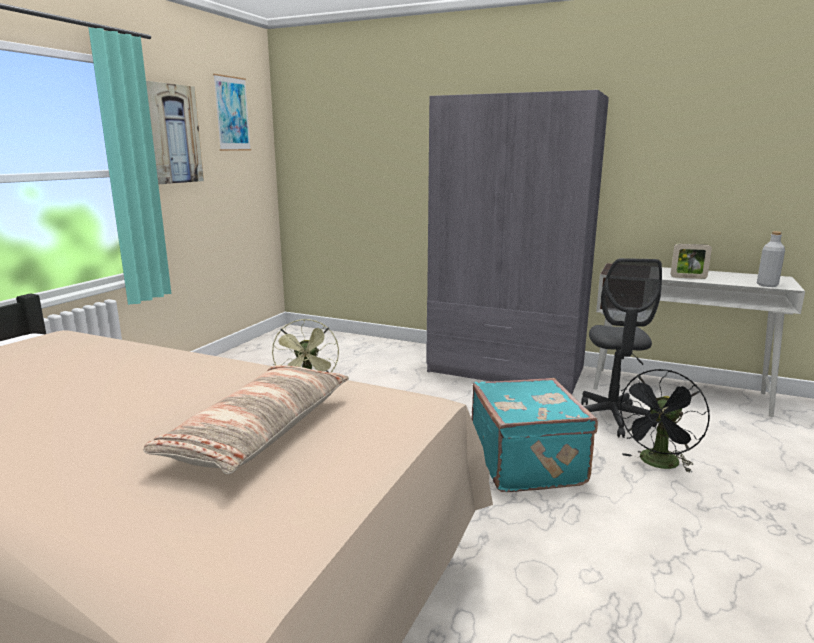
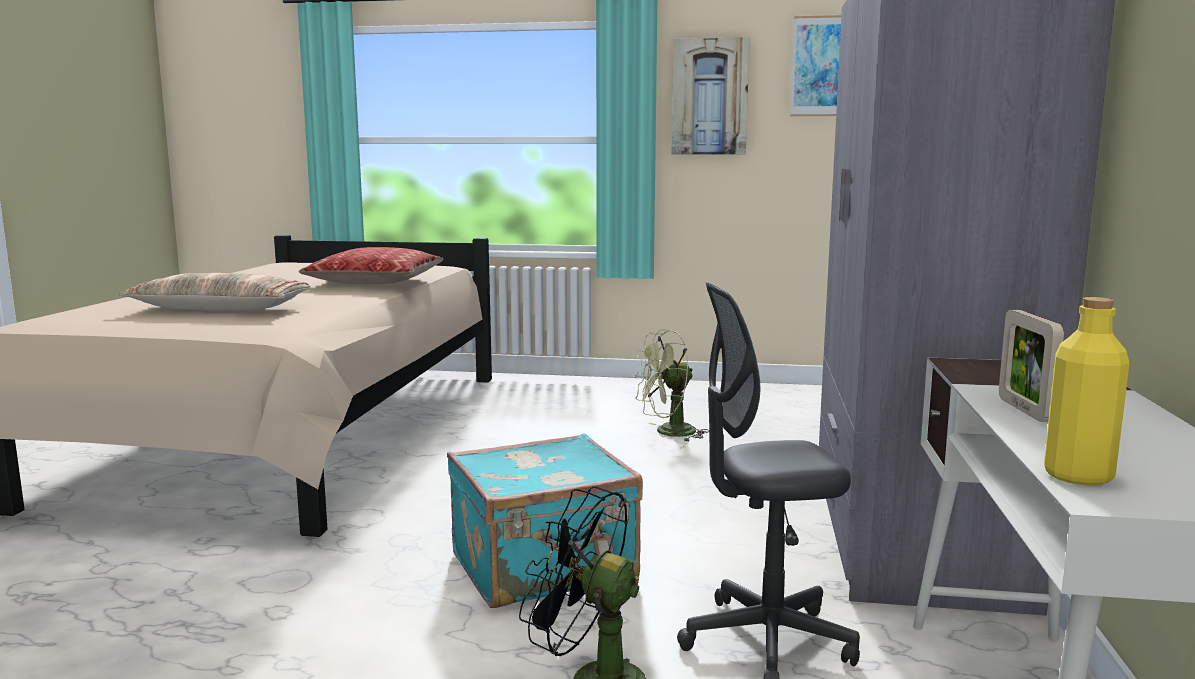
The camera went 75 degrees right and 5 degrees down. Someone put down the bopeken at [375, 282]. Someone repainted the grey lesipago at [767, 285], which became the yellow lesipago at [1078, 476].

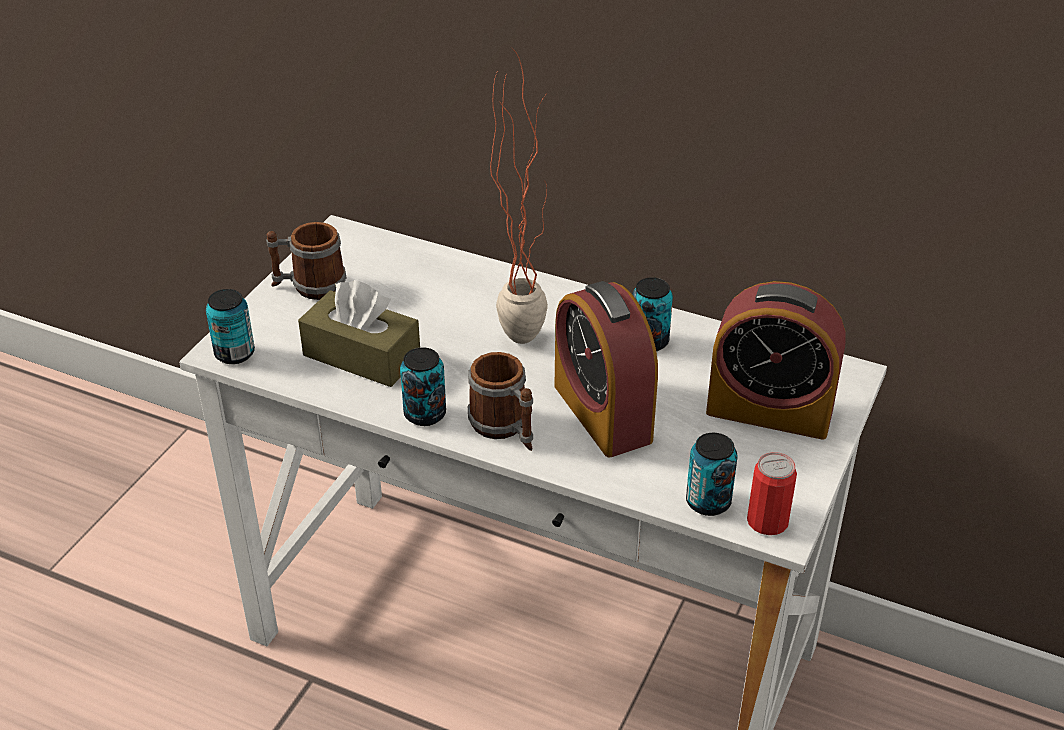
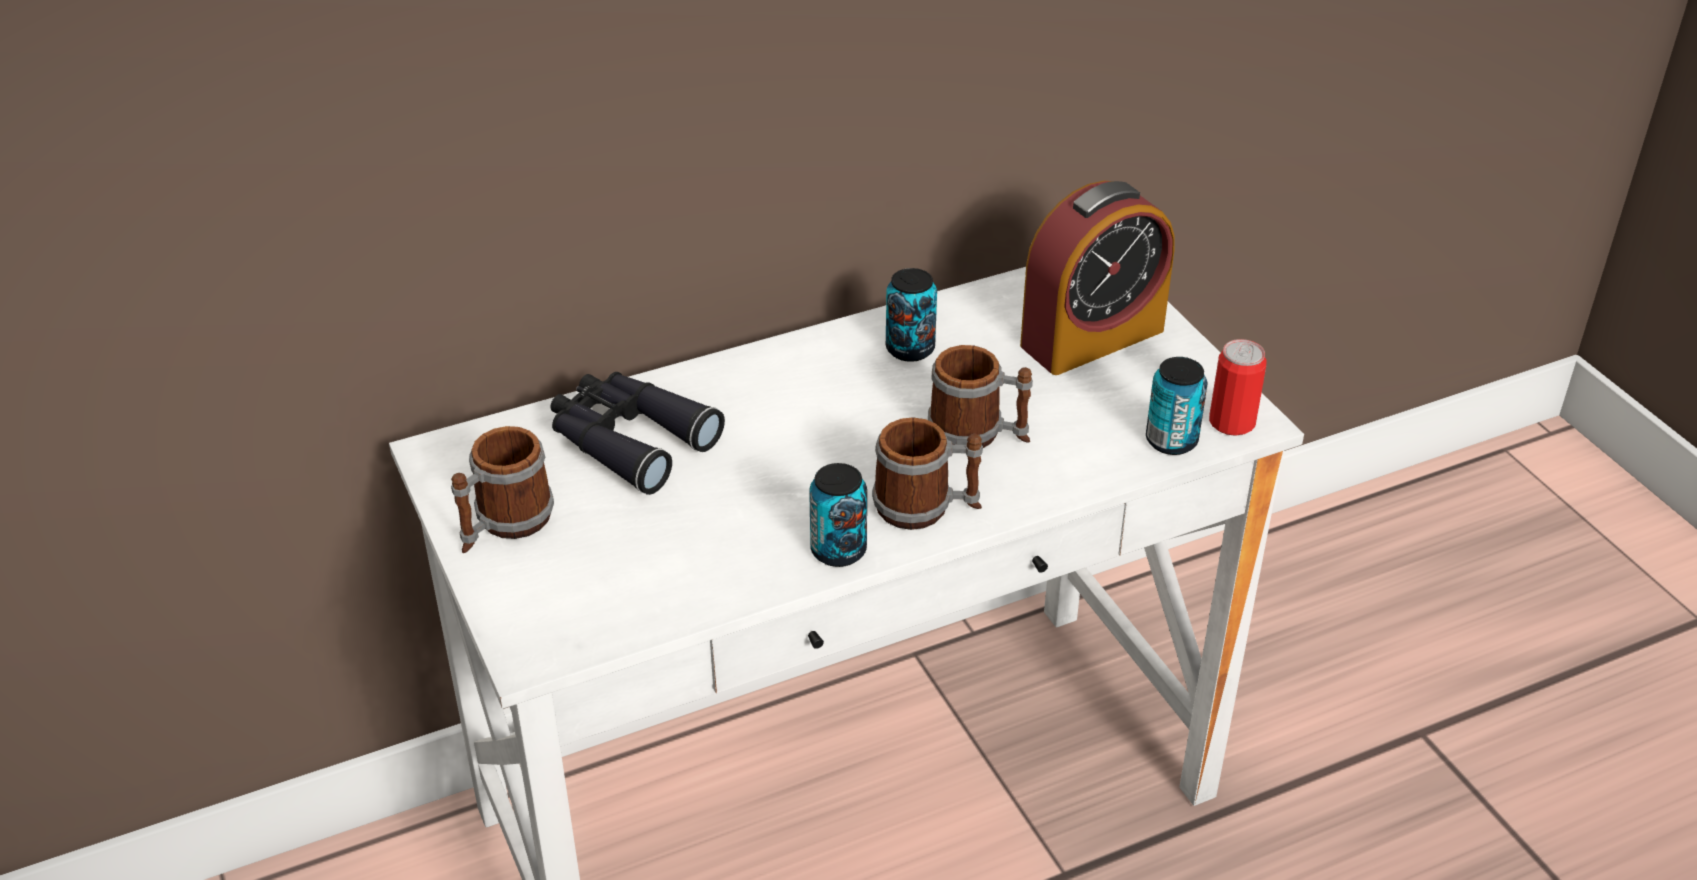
The camera went 50 degrees left and 0 degrees up. Someone took away the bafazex at [234, 353]. Someone took away the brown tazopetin at [361, 356]. Someone took away the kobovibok at [522, 327]. Someone put down the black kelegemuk at [628, 441]. Someone swapped the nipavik at [602, 413] for the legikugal at [978, 434].

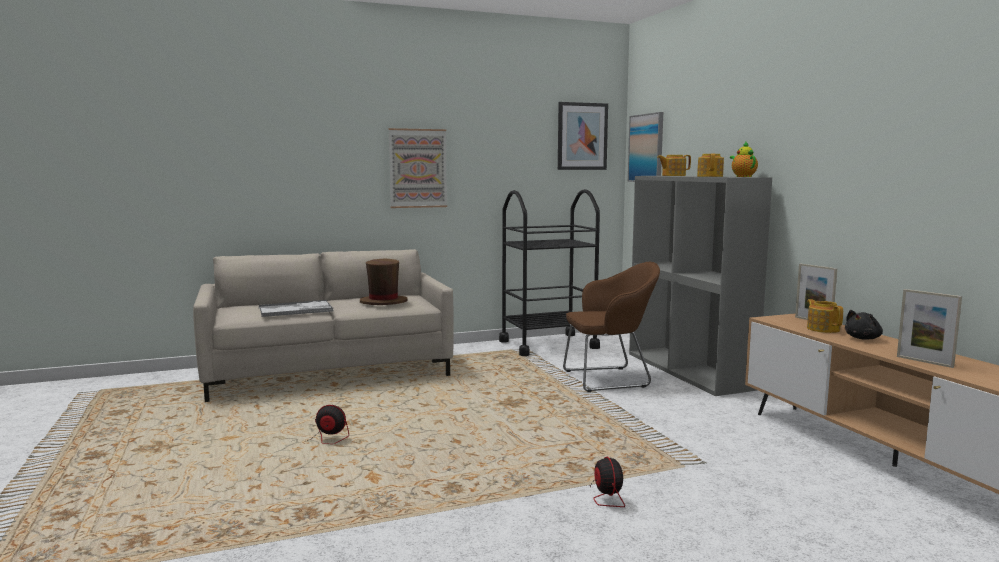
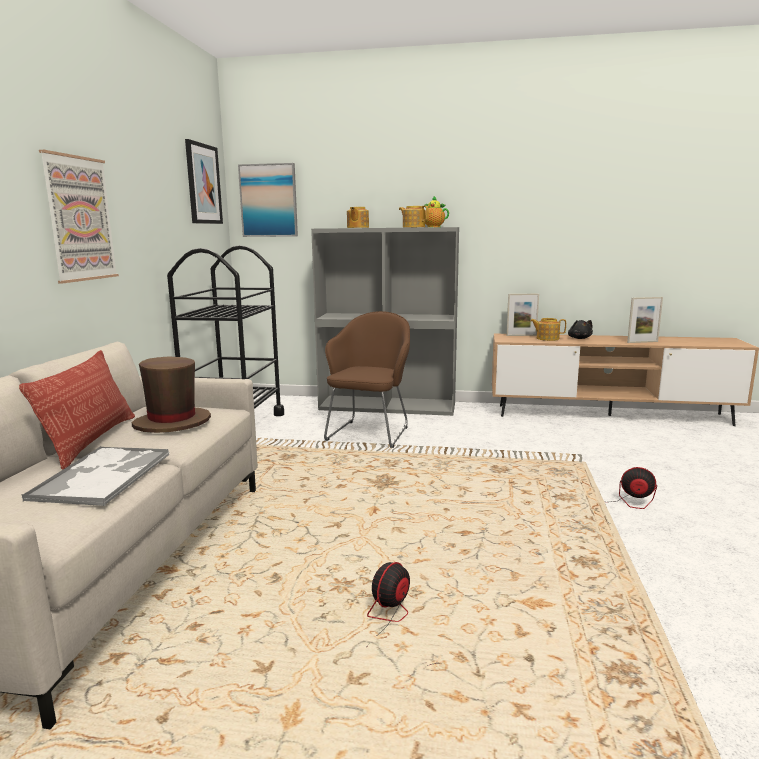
The camera went 60 degrees left and 5 degrees up. Someone put down the bopeken at [91, 440].

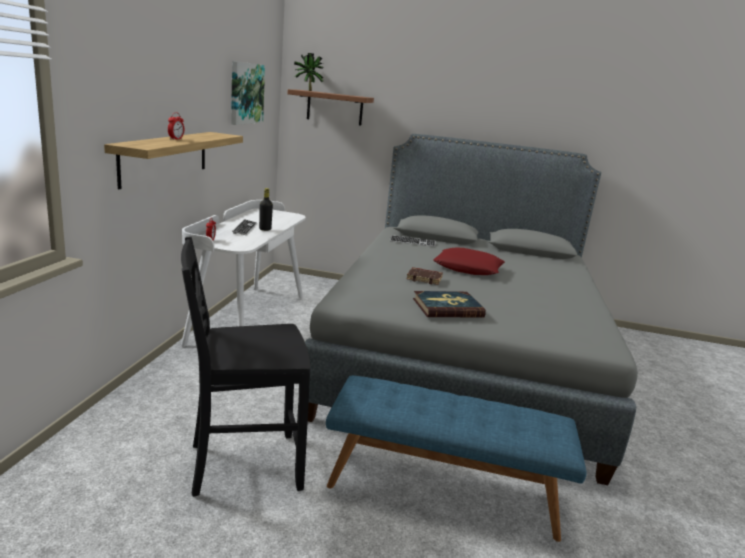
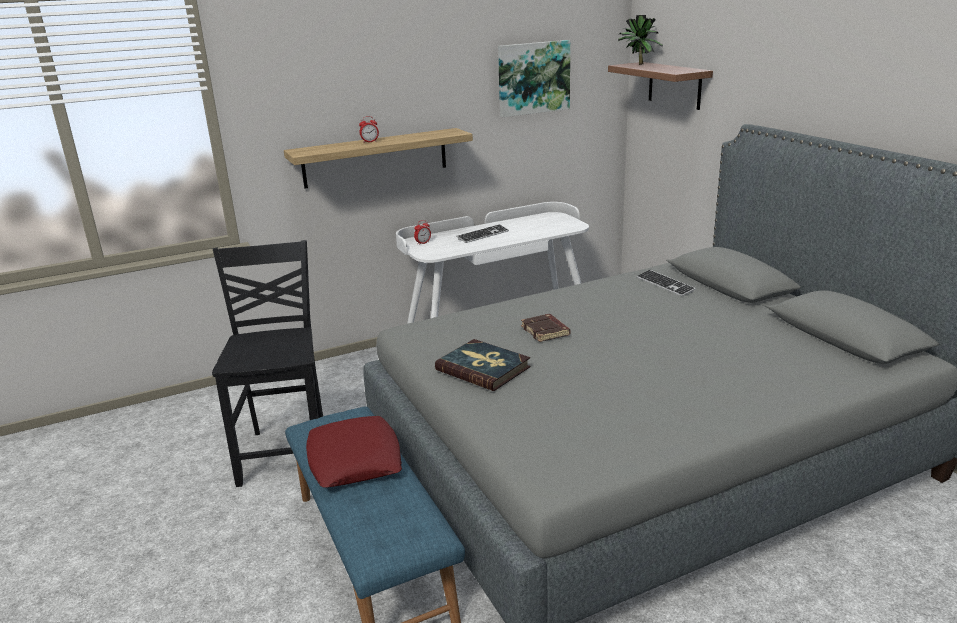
The camera went 55 degrees right and 5 degrees up. Someone took away the black lesipago at [265, 229]. Someone carried the red bopeken from [468, 268] to [355, 460]. Someone rotated the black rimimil at [243, 464] by 45 degrees clockwise.

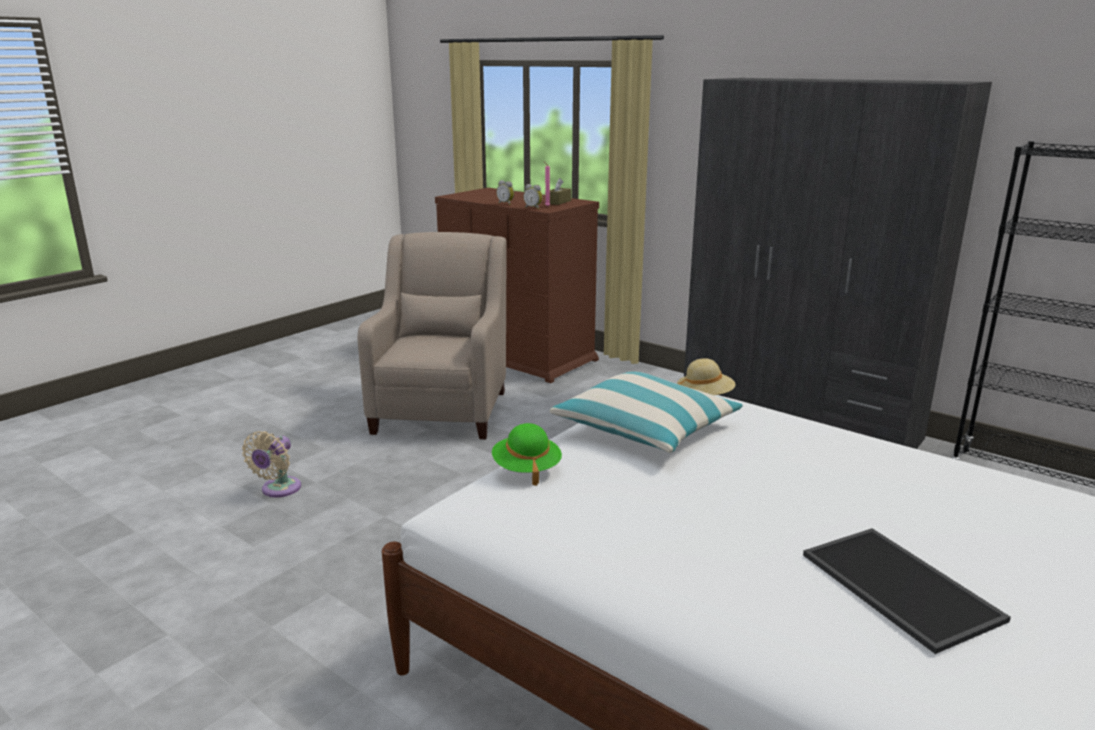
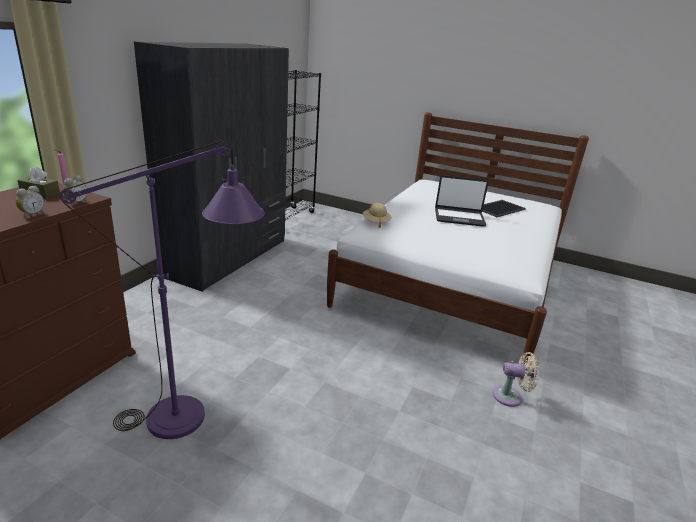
The camera went 105 degrees left and 5 degrees up. Someone took away the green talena at [526, 469]. Someone took away the bopeken at [646, 429]. Someone put down the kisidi at [459, 218]. Someone carried the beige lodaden from [278, 490] to [510, 397]. Someone swapped the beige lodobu at [442, 409] for the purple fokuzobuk at [193, 417].

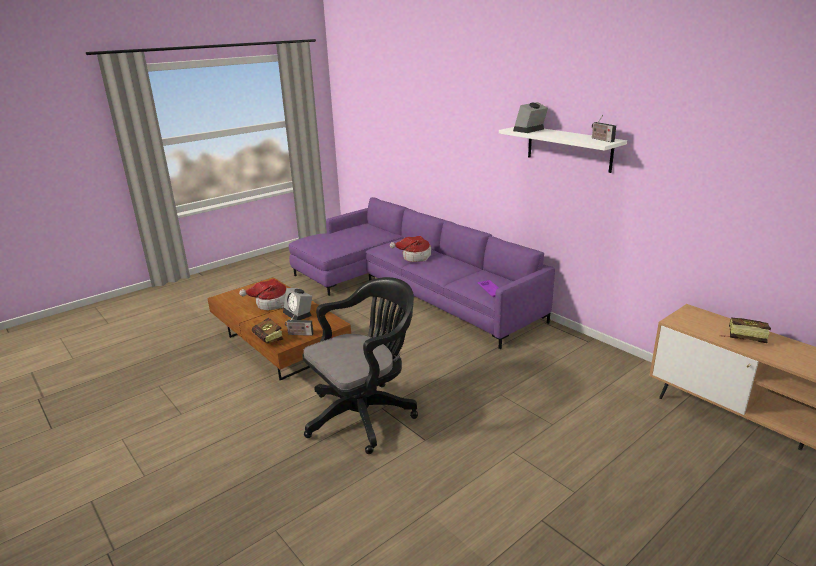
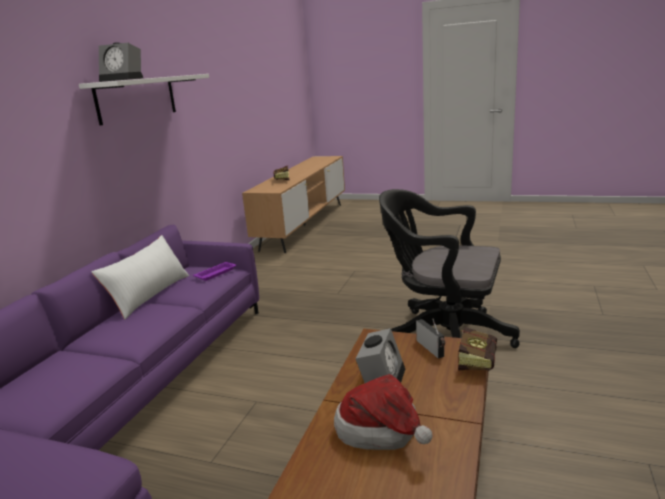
The camera went 120 degrees left and 5 degrees down. Someone took away the talena at [414, 257]. Someone took away the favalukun at [601, 139]. Someone put down the white bopeken at [149, 295].

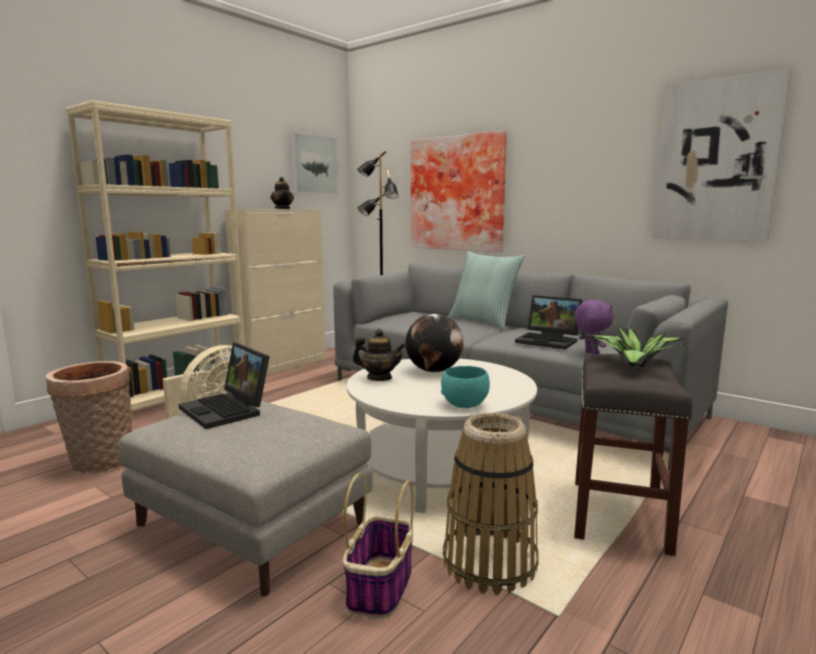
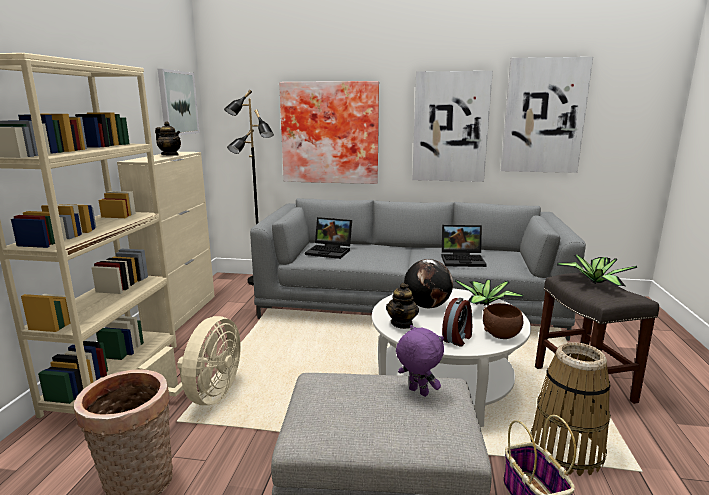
The camera went 30 degrees left and 5 degrees up. Someone took away the bopeken at [483, 321]. Someone put up the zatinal at [450, 127]. Someone put down the nipavik at [458, 338]. Someone put down the kobovibok at [486, 304]. Someone carried the kisidi from [228, 410] to [330, 251]. Someone carried the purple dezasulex from [590, 354] to [417, 392]. Someone repainted the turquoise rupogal at [465, 405], which became the brown rupogal at [501, 335]. Someone rotated the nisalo at [379, 378] by 120 degrees clockwise.

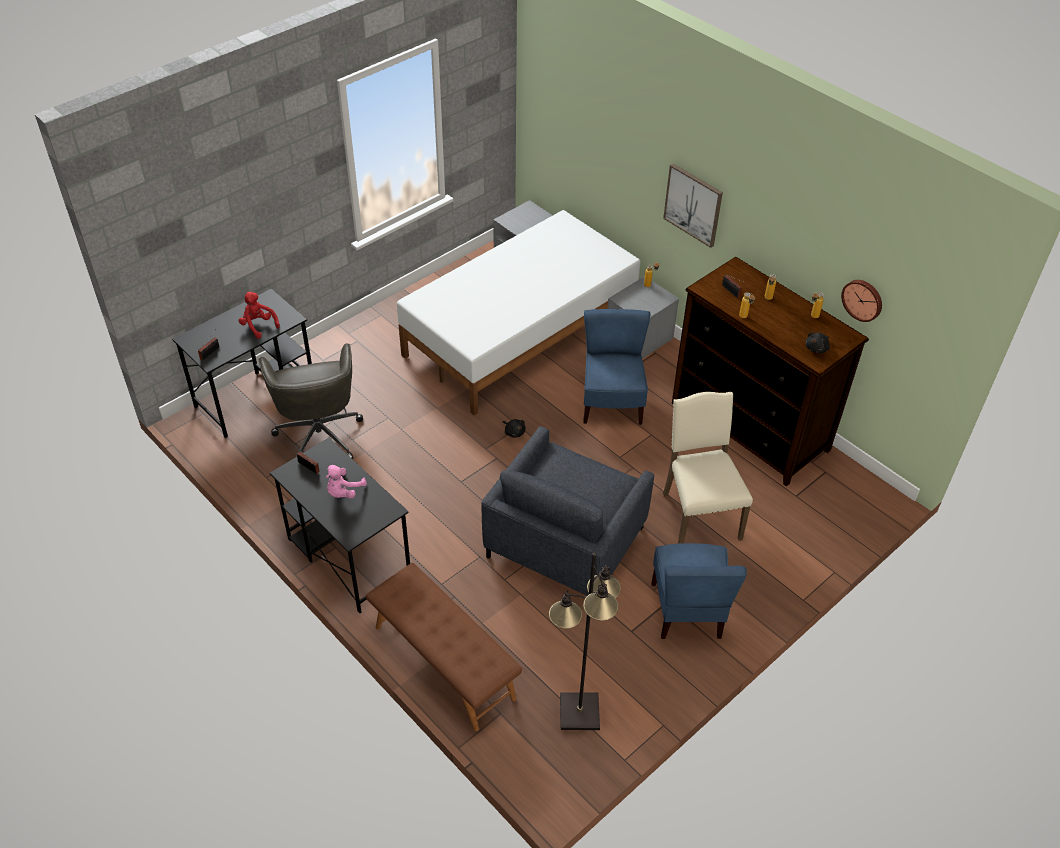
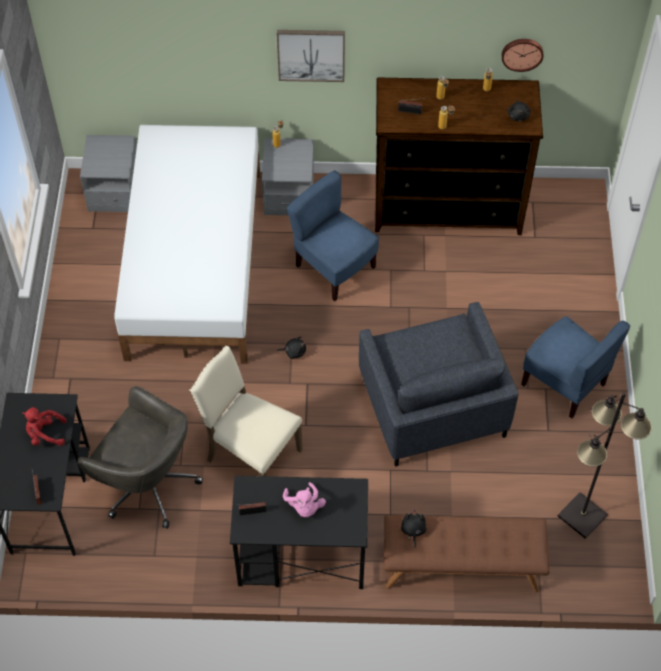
The camera went 45 degrees left and 10 degrees up. Someone put down the black dezasulex at [413, 530]. Someone carried the beige rimimil from [698, 515] to [251, 456].

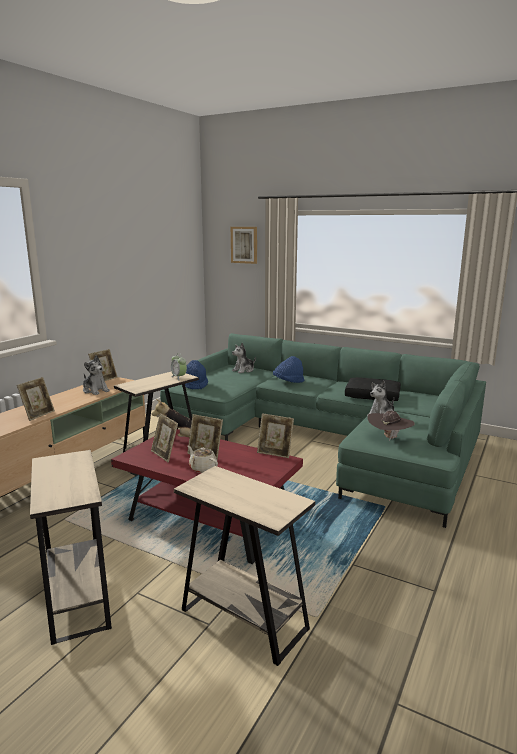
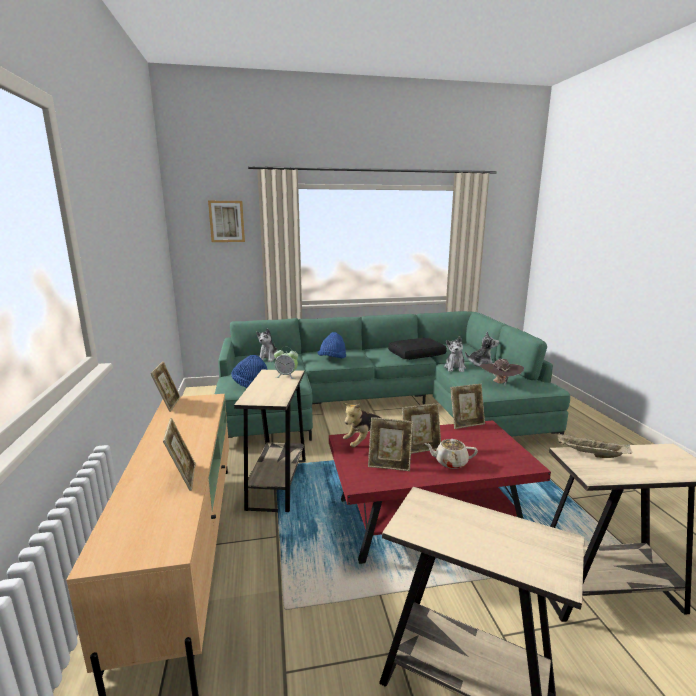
The camera went 40 degrees left and 0 degrees up. Someone put down the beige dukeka at [590, 454]. Someone carried the dezasulex from [95, 390] to [481, 364].

